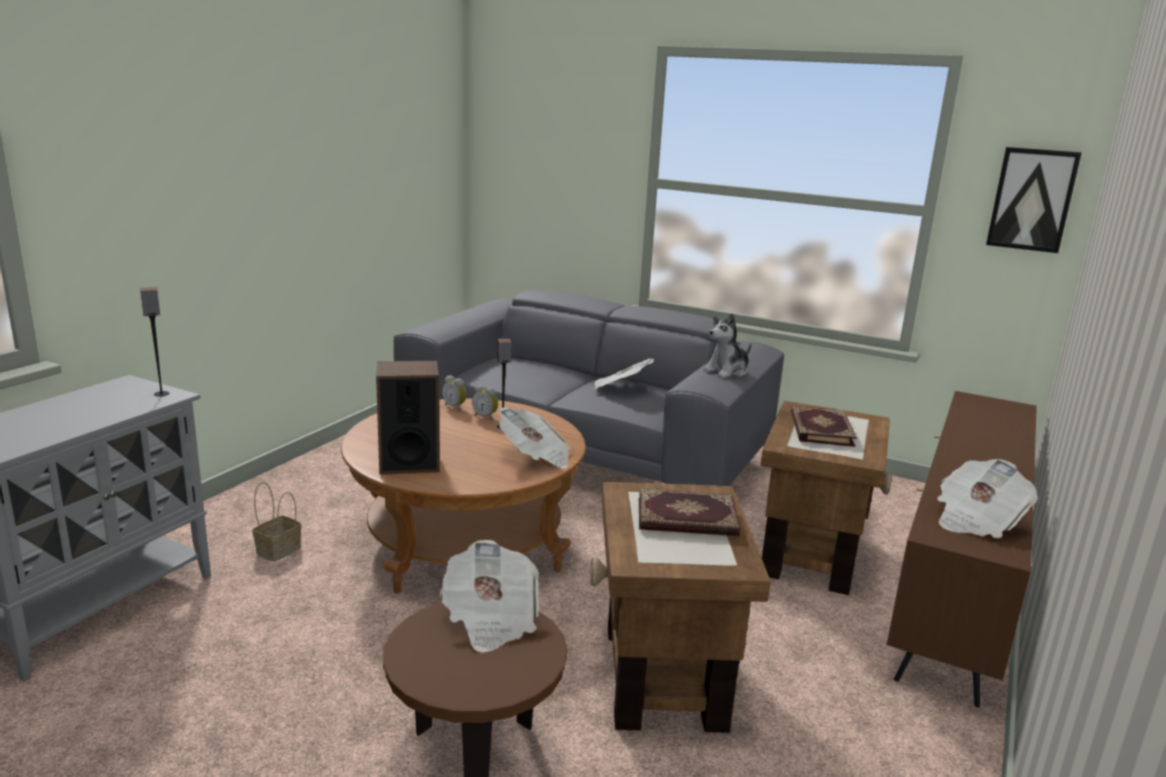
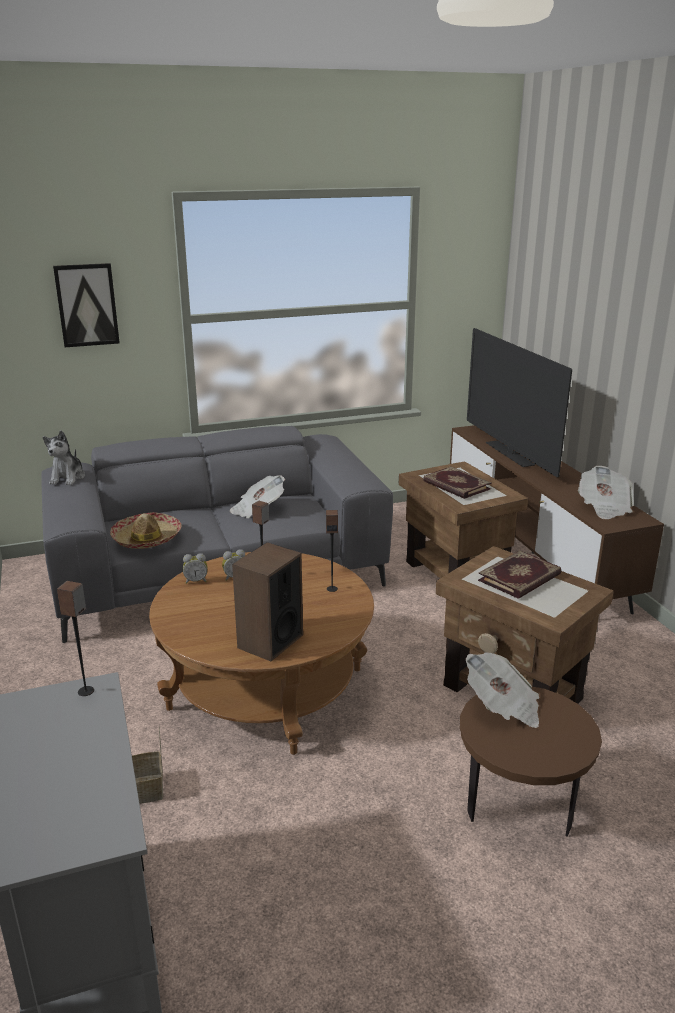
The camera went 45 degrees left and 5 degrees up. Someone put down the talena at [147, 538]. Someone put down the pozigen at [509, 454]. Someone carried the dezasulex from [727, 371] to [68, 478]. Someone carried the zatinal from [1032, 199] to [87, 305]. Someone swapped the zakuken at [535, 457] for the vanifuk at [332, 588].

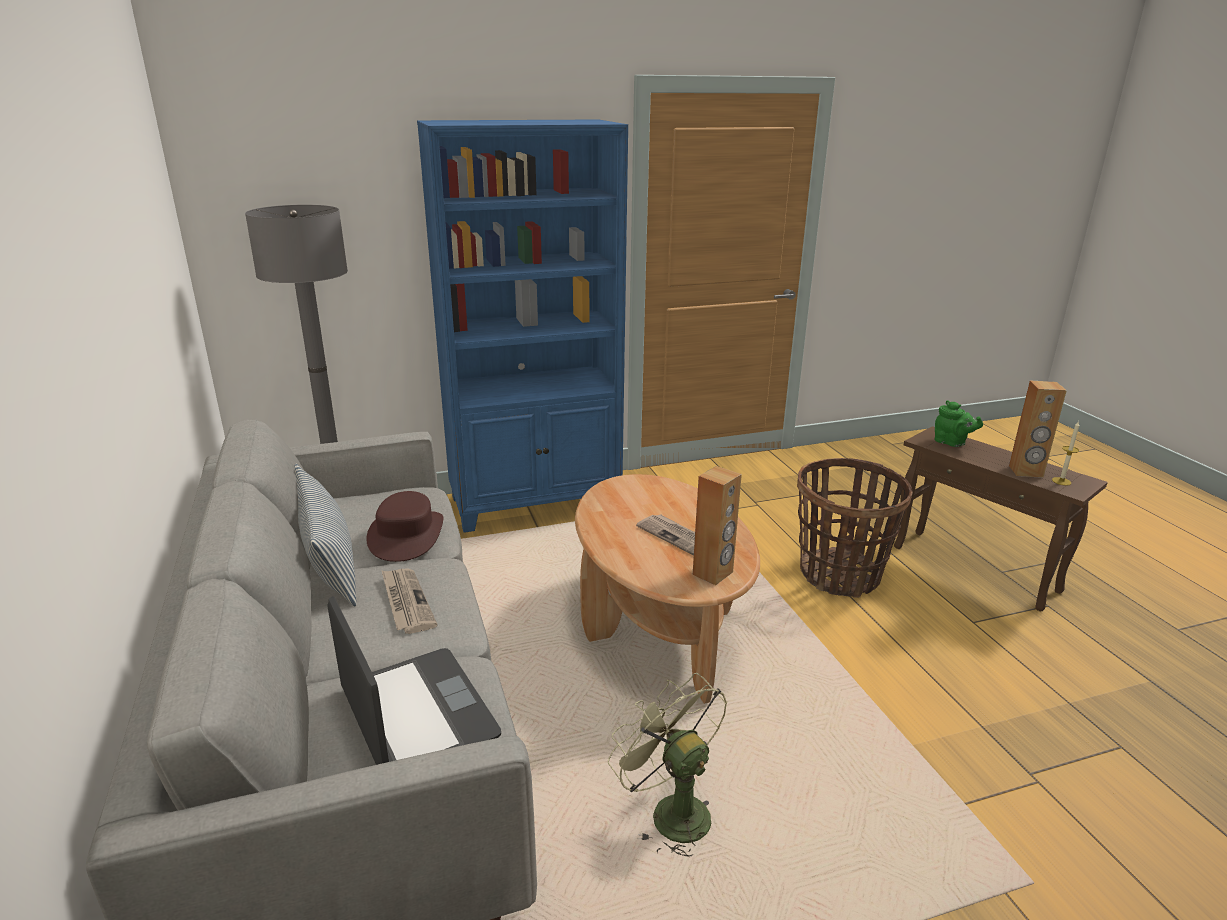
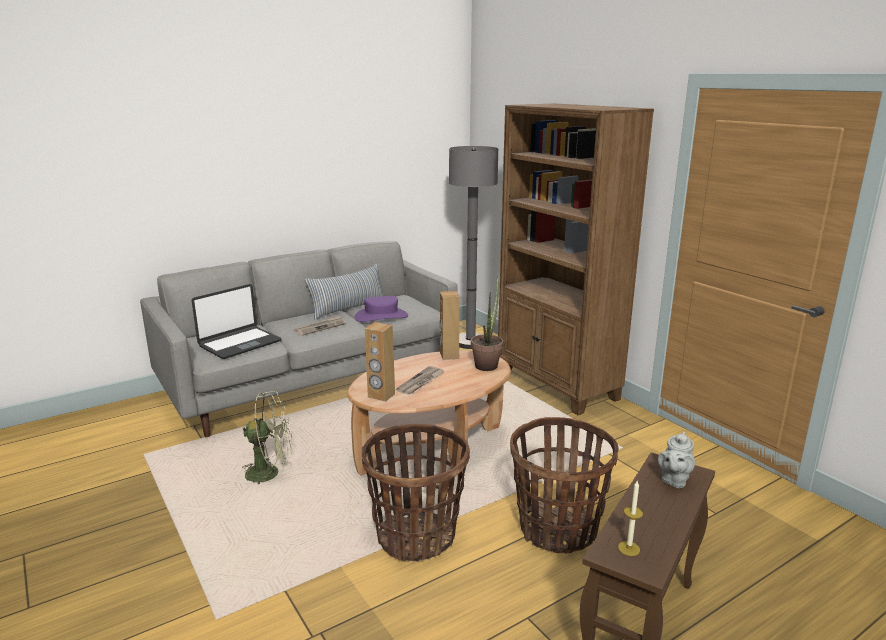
The camera went 75 degrees right and 5 degrees down. Someone put down the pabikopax at [416, 536]. Someone put down the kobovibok at [487, 364]. Someone carried the brown vanifuk from [1026, 471] to [449, 355]. Someone repainted the brown talena at [406, 535], which became the purple talena at [381, 316]. Someone repainted the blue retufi at [536, 503], which became the brown retufi at [557, 385]. Someone repainted the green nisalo at [952, 443], which became the grey nisalo at [674, 480]. Someone rotated the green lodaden at [670, 811] by 45 degrees clockwise.

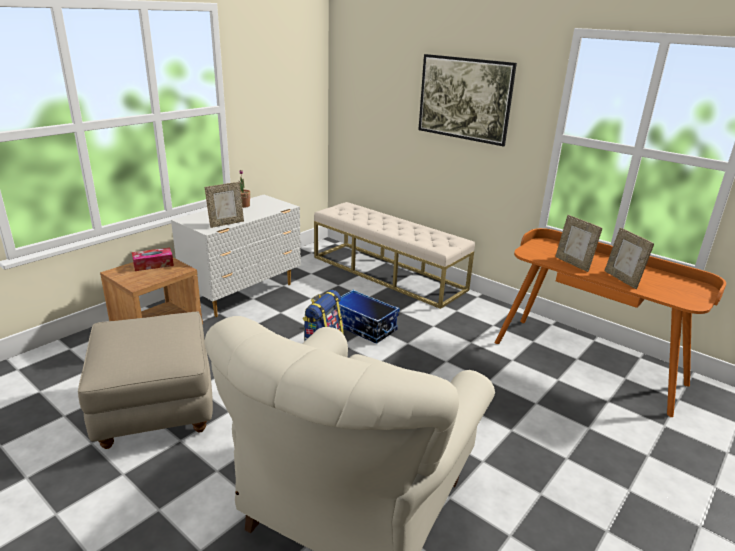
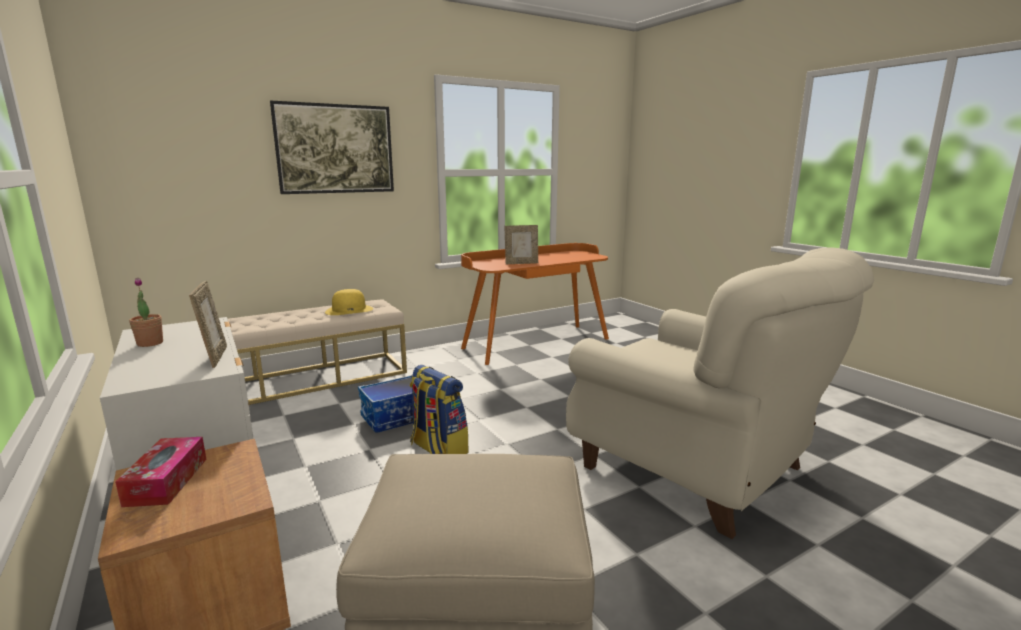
The camera went 70 degrees left and 10 degrees down. Someone took away the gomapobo at [622, 279]. Someone put down the yellow talena at [349, 310].

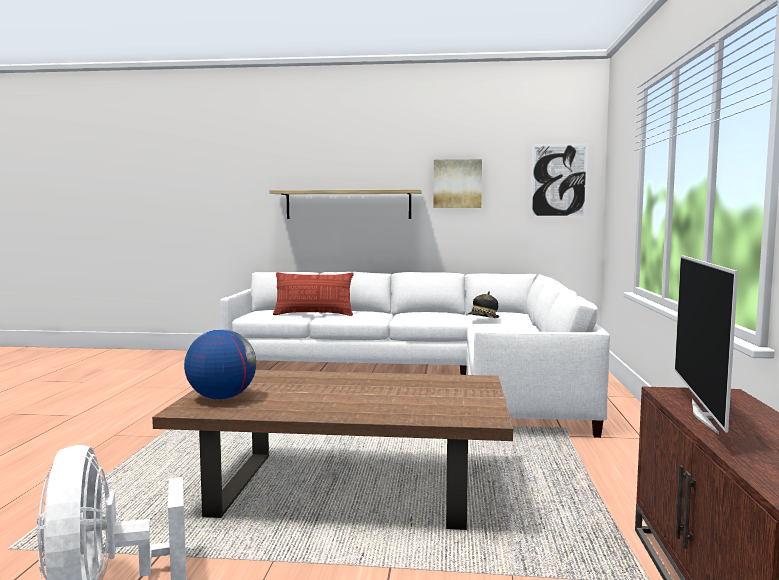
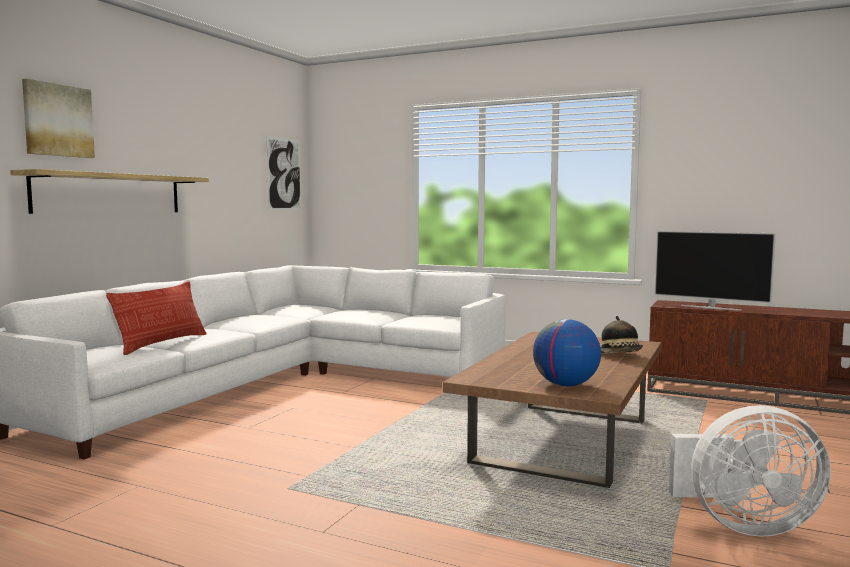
The camera went 70 degrees left and 0 degrees up. Someone carried the zatinal from [457, 184] to [58, 120]. Someone carried the talena from [483, 319] to [621, 355].

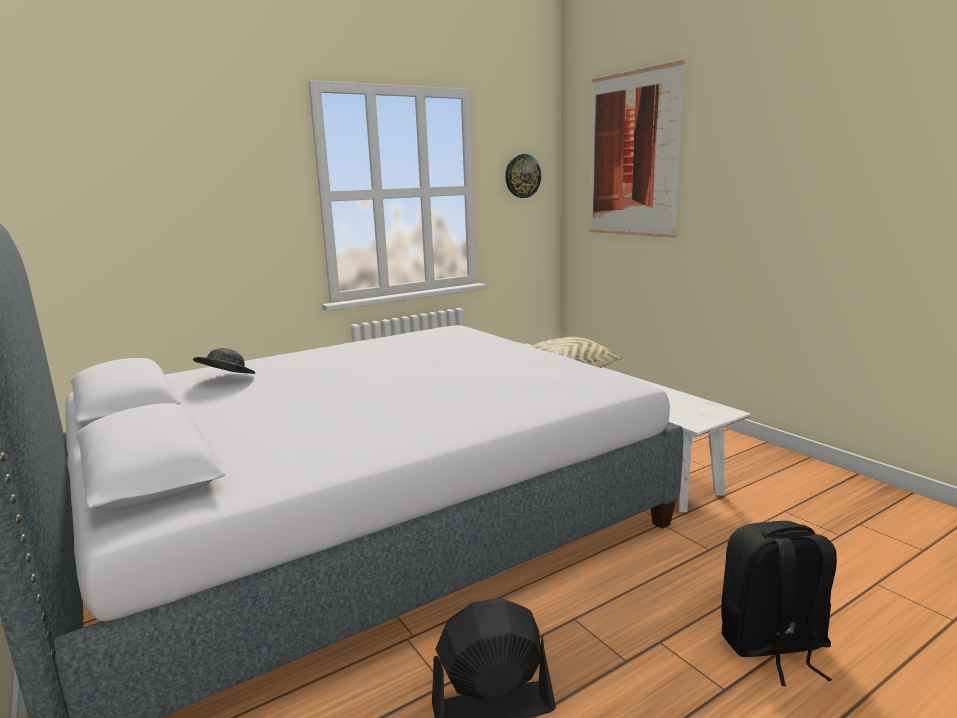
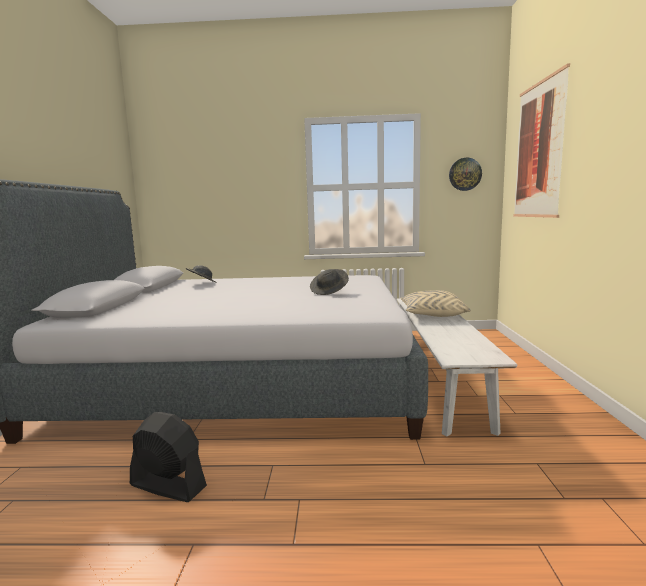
The camera went 35 degrees right and 5 degrees down. Someone took away the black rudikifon at [772, 646]. Someone put down the grey talena at [329, 291].

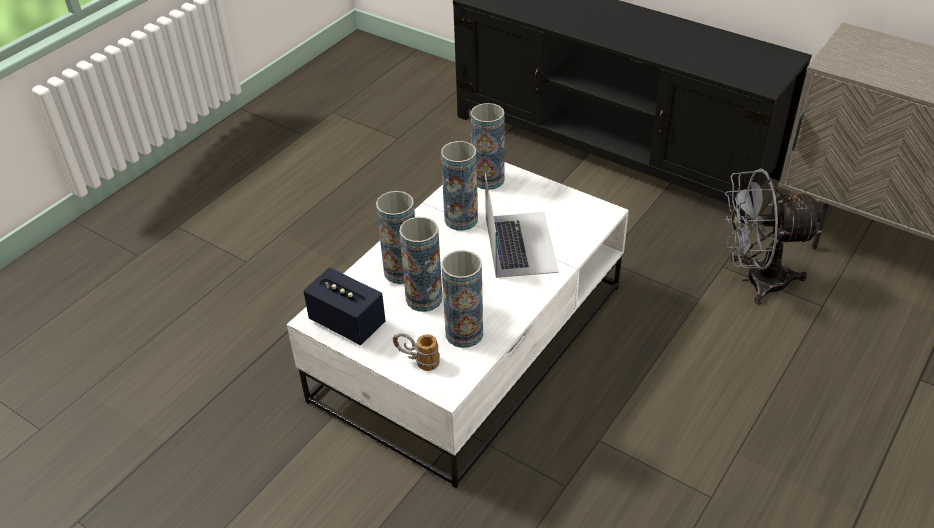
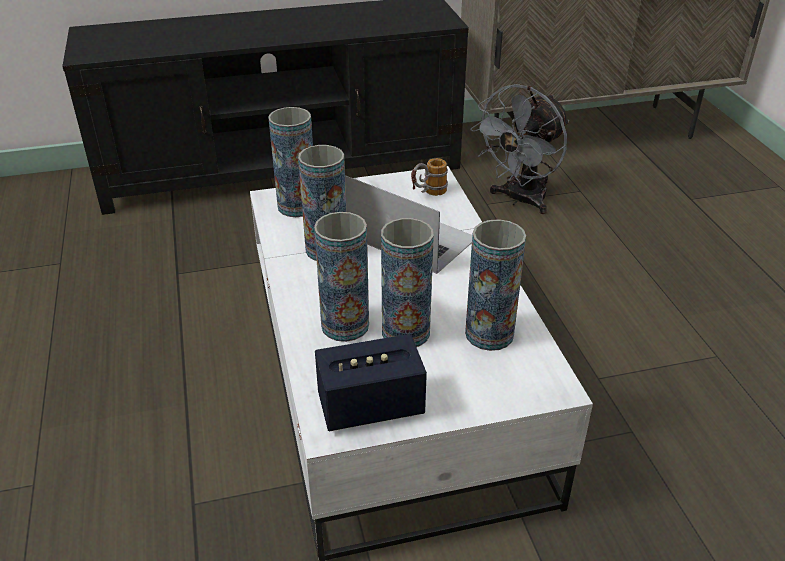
The camera went 50 degrees left and 5 degrees down. Someone carried the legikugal from [417, 361] to [428, 193].

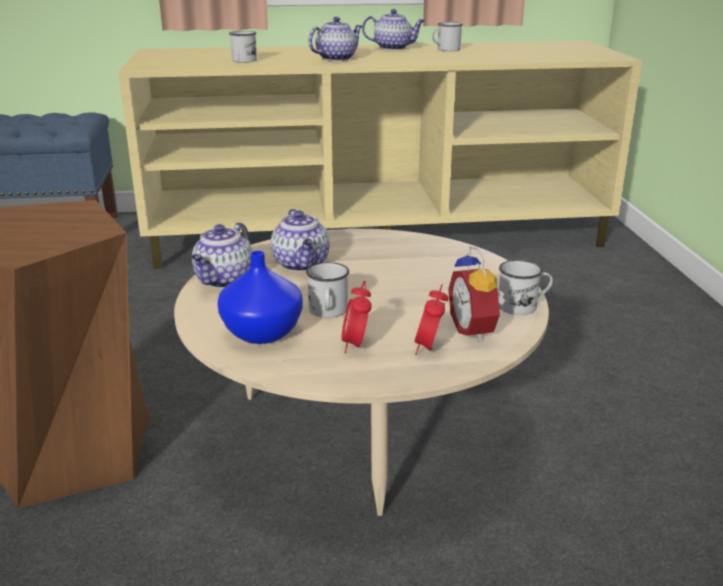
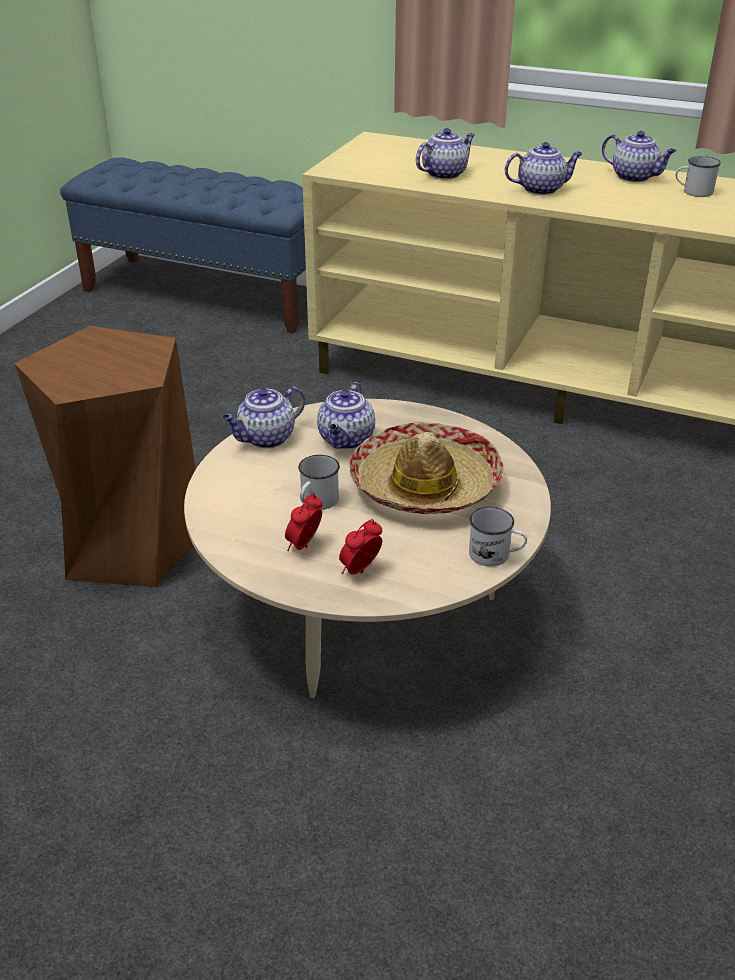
The camera went 30 degrees right and 10 degrees up. Someone took away the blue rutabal at [261, 332]. Someone took away the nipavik at [475, 330]. Someone put down the talena at [425, 485]. Someone swapped the white legikugal at [246, 60] for the nisalo at [444, 174].

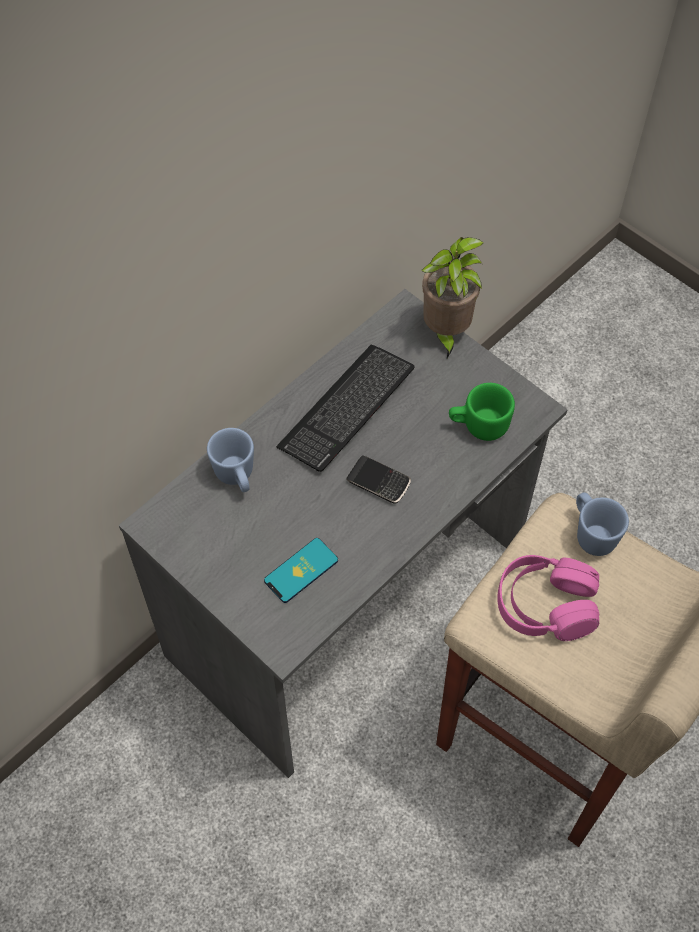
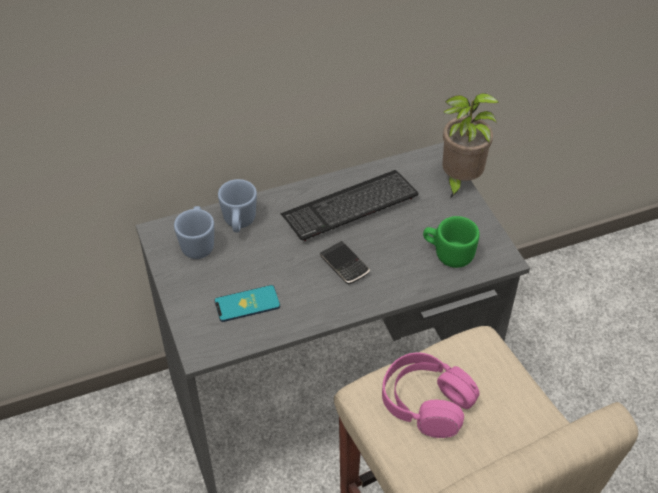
The camera went 25 degrees right and 10 degrees down. Someone carried the blue legikugal from [591, 534] to [198, 244].

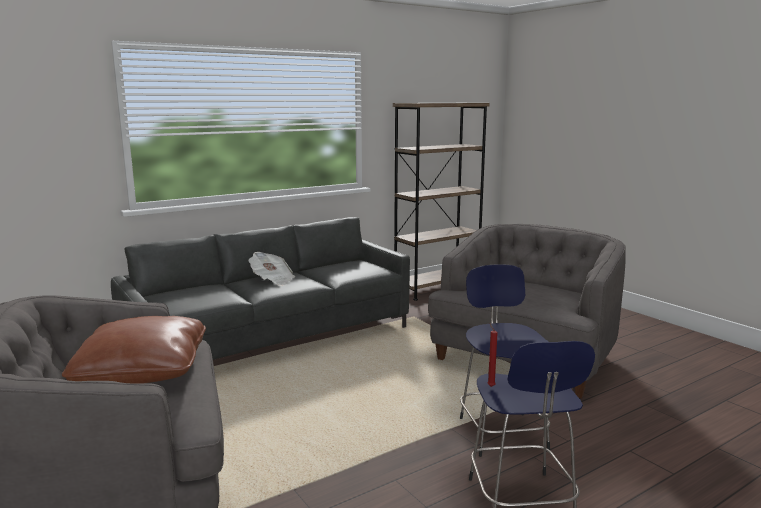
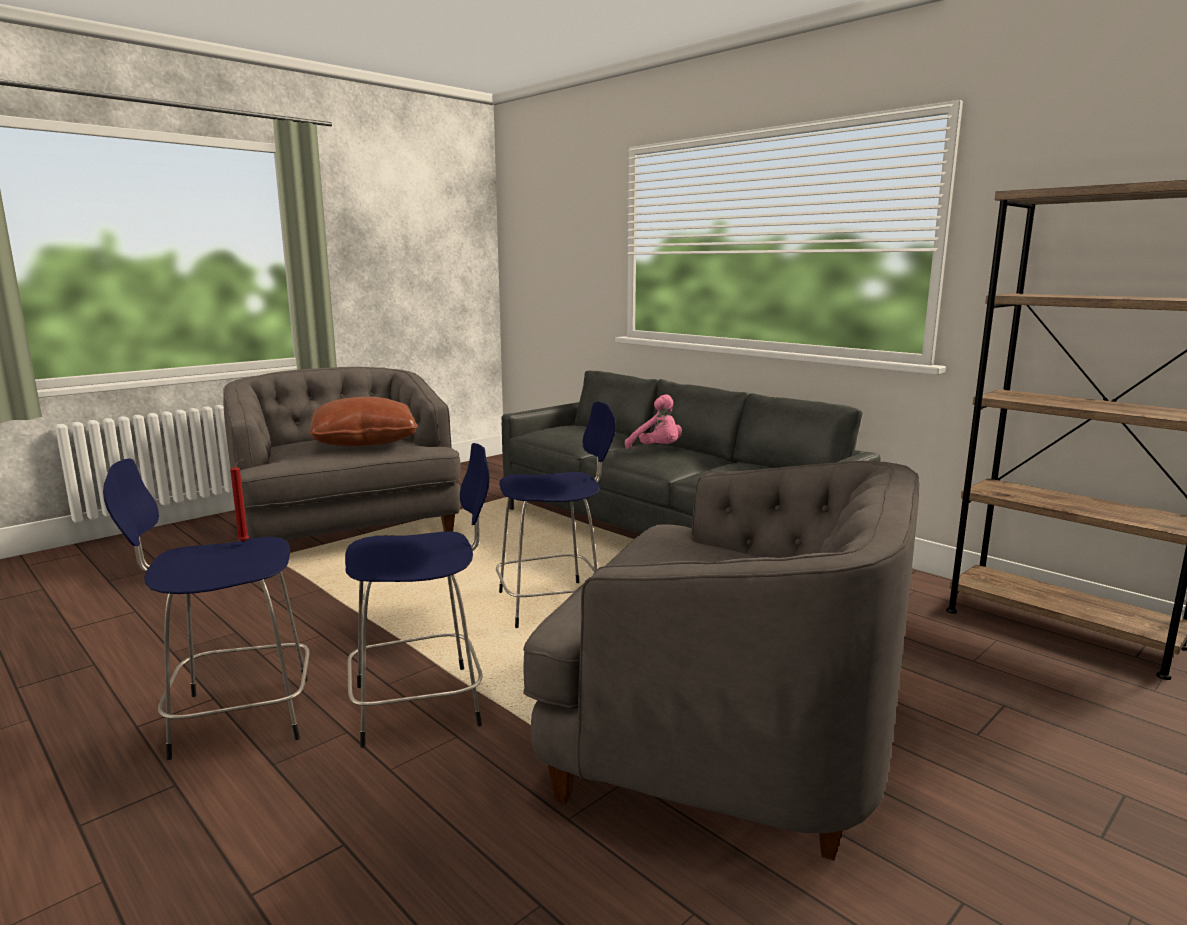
The camera went 80 degrees right and 0 degrees up. Someone put down the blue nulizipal at [553, 604]. Someone swapped the zakuken at [272, 280] for the pink dezasulex at [657, 450].

